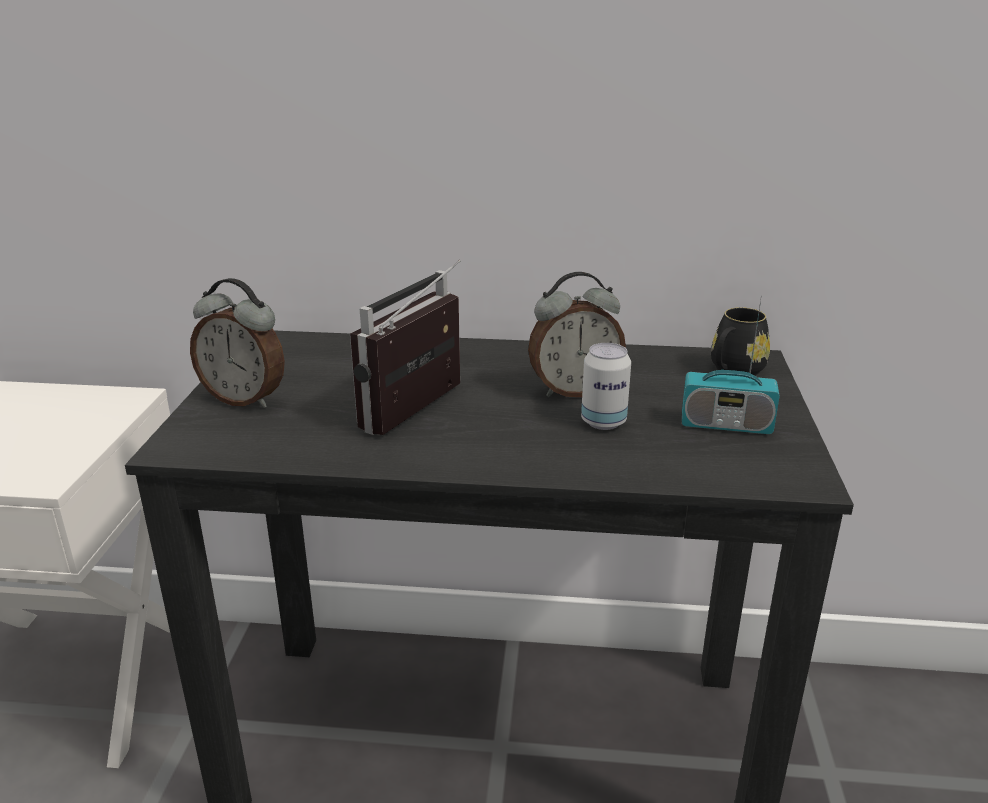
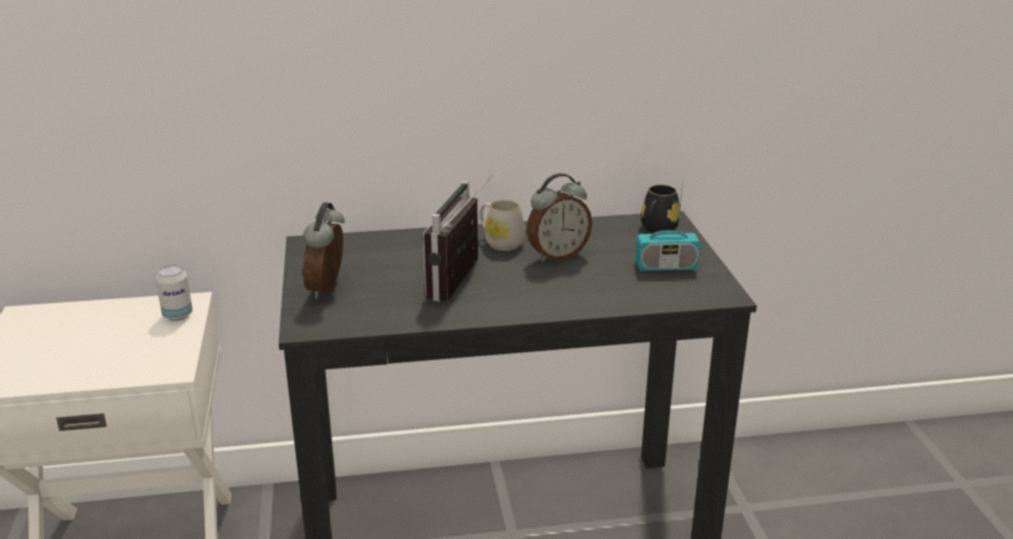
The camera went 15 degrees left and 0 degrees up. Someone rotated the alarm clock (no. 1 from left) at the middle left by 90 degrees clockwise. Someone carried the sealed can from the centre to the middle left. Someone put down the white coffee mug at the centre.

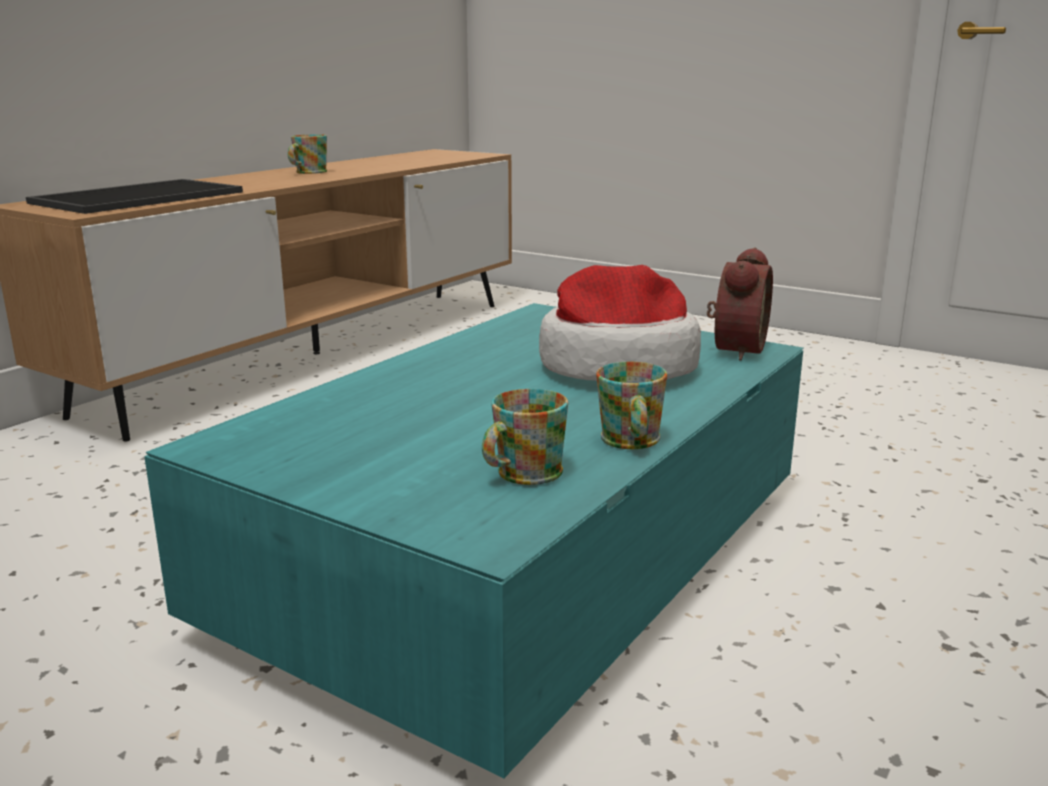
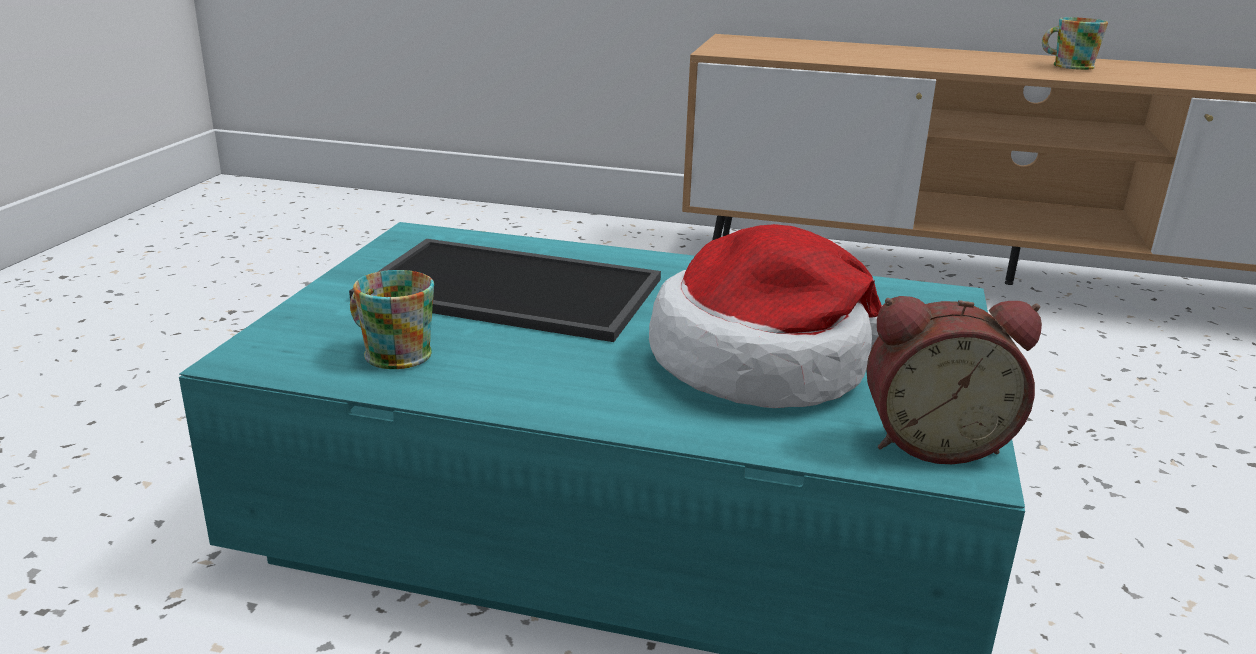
The camera went 70 degrees right and 5 degrees up. Someone carried the carrying tray from the top left to the centre. Someone took away the coffee mug (no. 3 from left) at the centre.

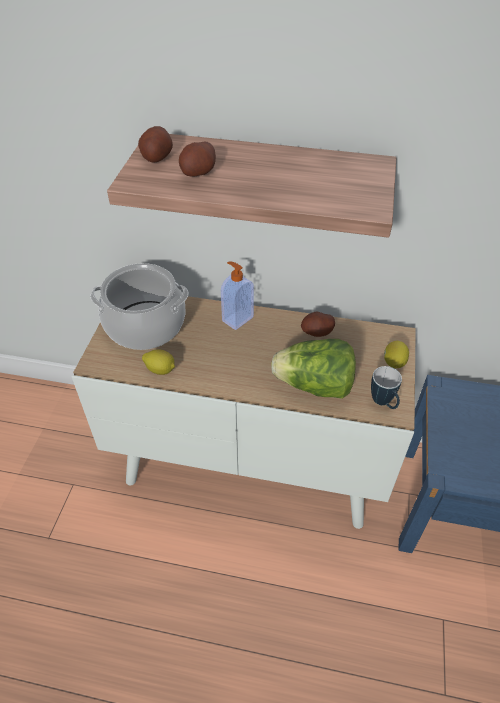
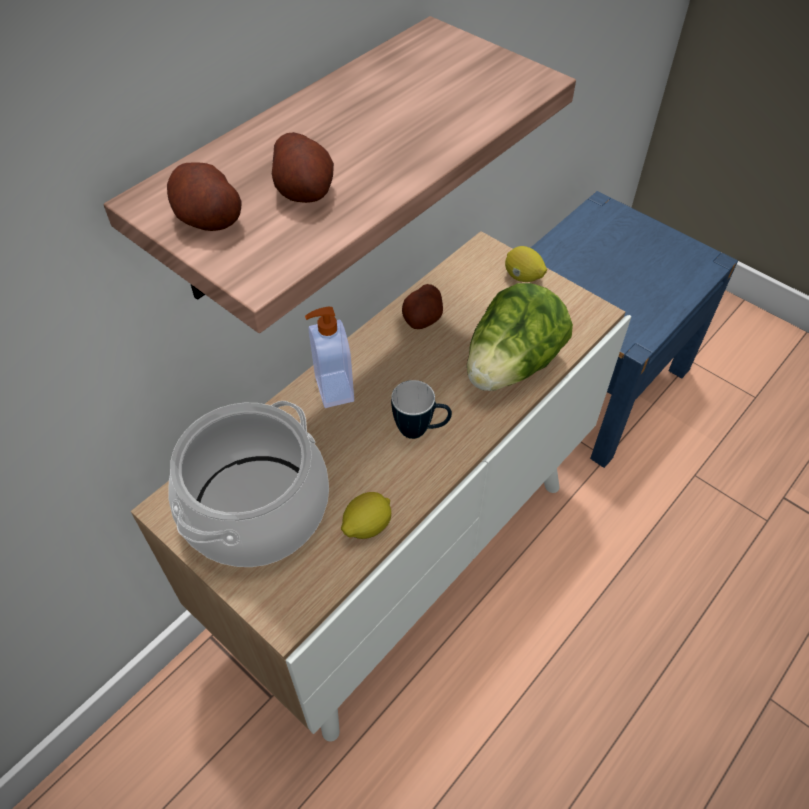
The camera went 60 degrees left and 5 degrees up. Someone carried the coffee mug from the middle right to the centre.

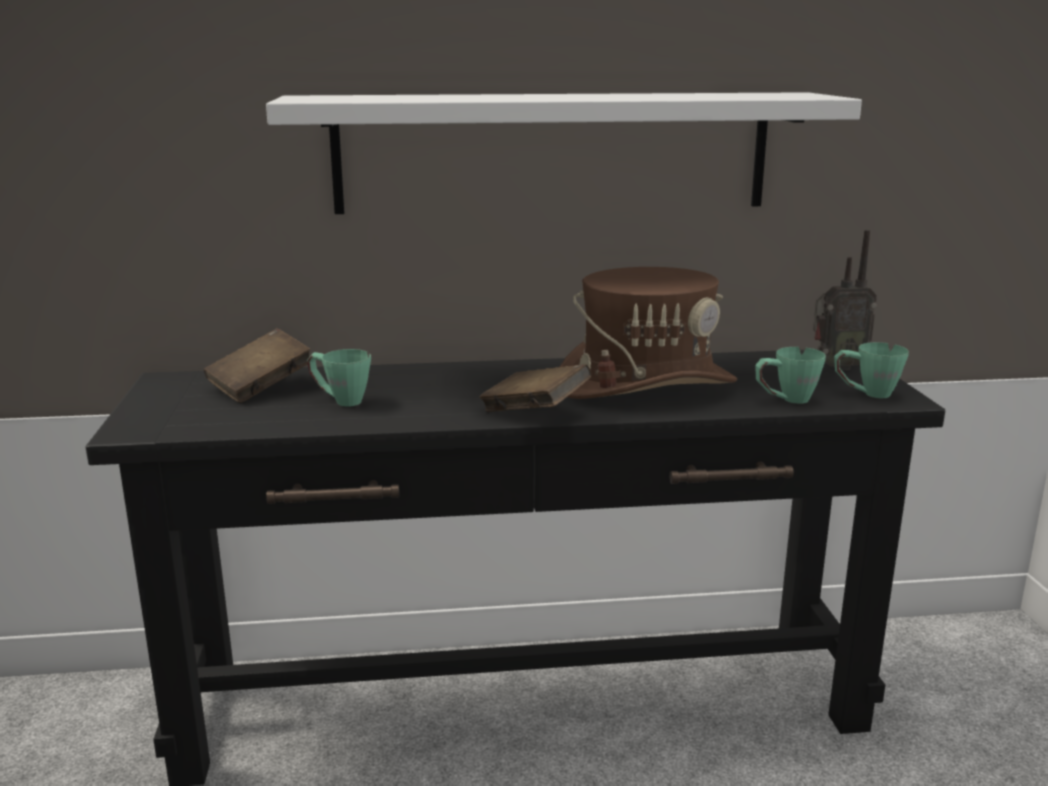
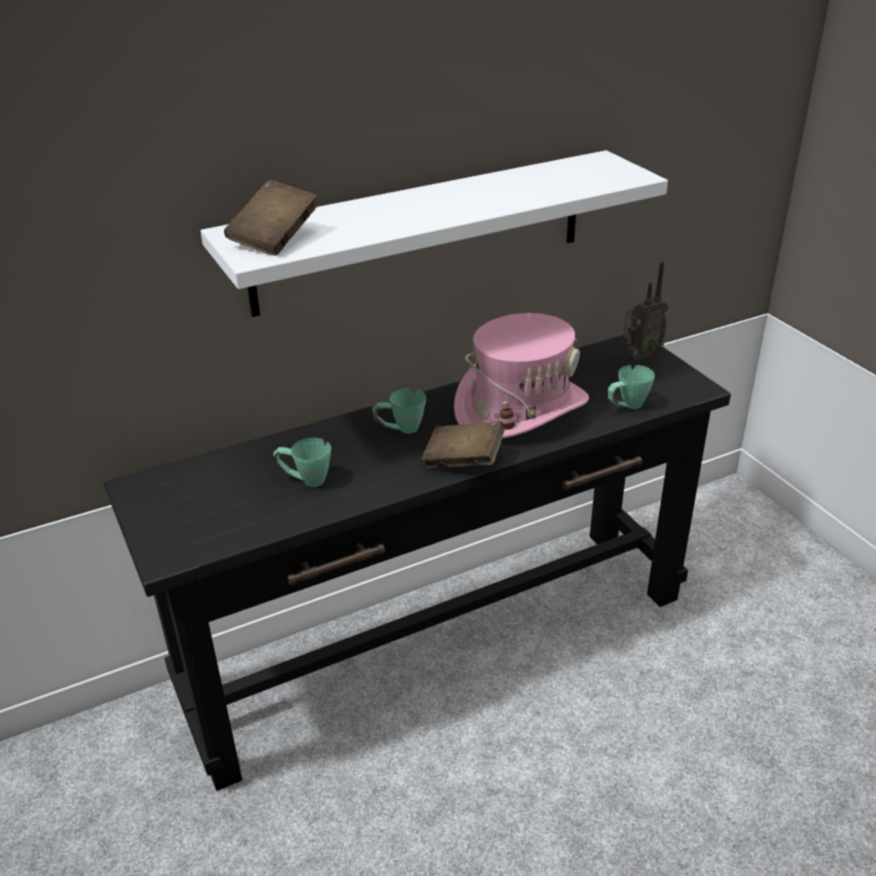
The camera went 20 degrees left and 15 degrees up. Someone carried the brownish bound book (no. 1 from left) from the middle left to the top left. Someone repainted the brownish wearable hat at the centre, which became the pink-coloured wearable hat at the centre. Someone carried the green coffee mug (no. 3 from left in the first image) from the middle right to the centre.

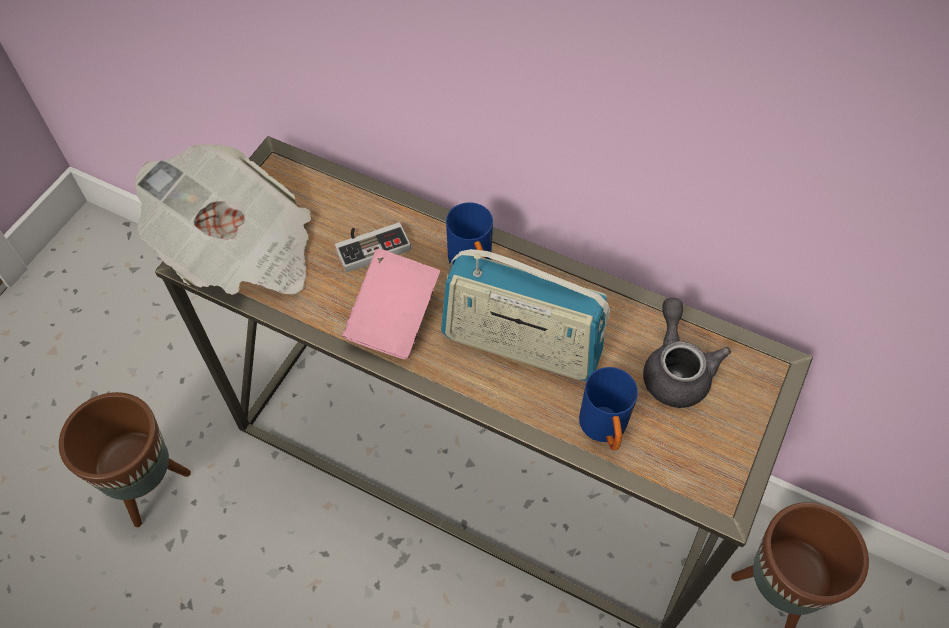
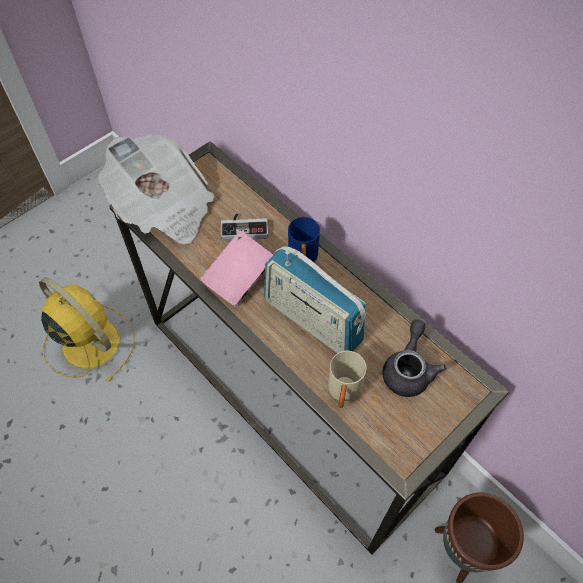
The camera went 20 degrees right and 0 degrees up. Someone swapped the brownish plant pot (no. 1 from left) at the bottom left for the yellow-coloured fan at the middle left. Someone repainted the bluish coffee mug (no. 2 from left) at the centre, which became the beige-coloured coffee mug at the centre.

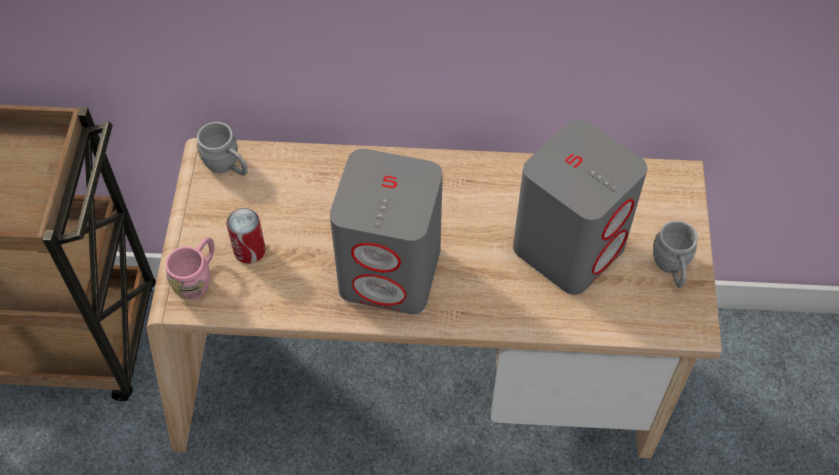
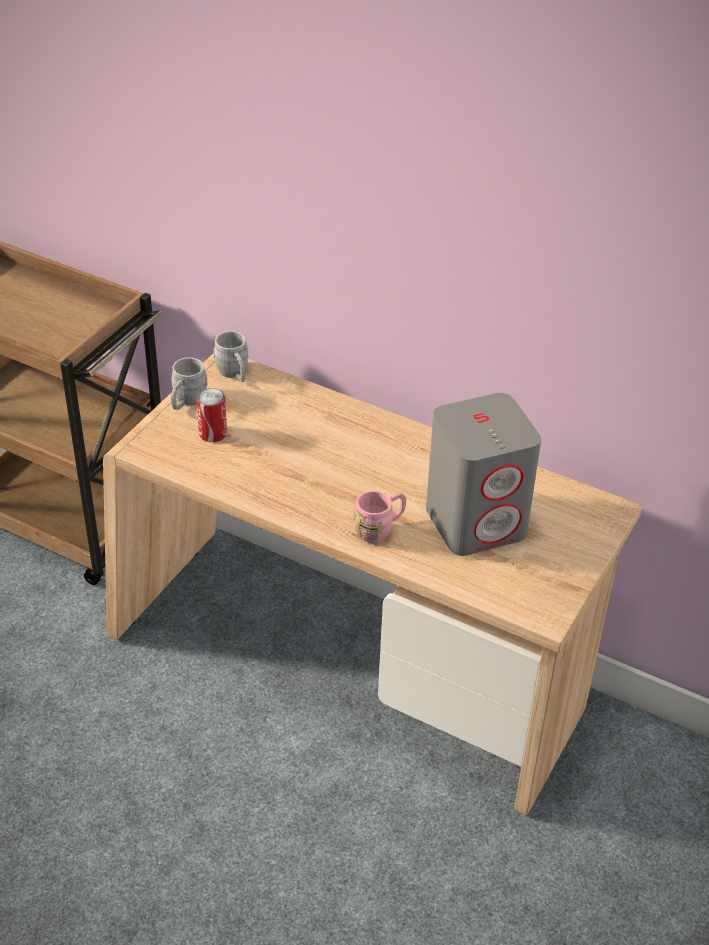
The camera went 25 degrees right and 15 degrees down. Someone carried the pink-coloured coffee mug from the middle left to the centre. Someone took away the greyish loudspeaker (no. 1 from left) at the centre. Someone carried the greyish coffee mug (no. 2 from left in the first image) from the middle right to the middle left.

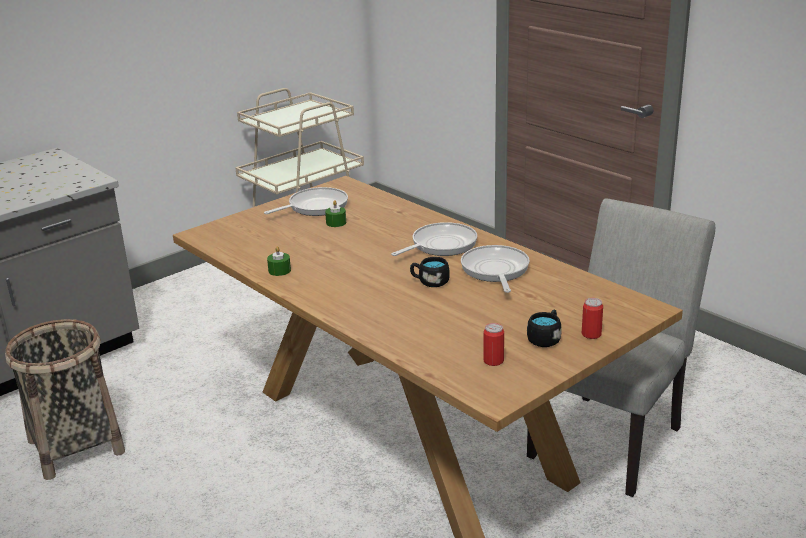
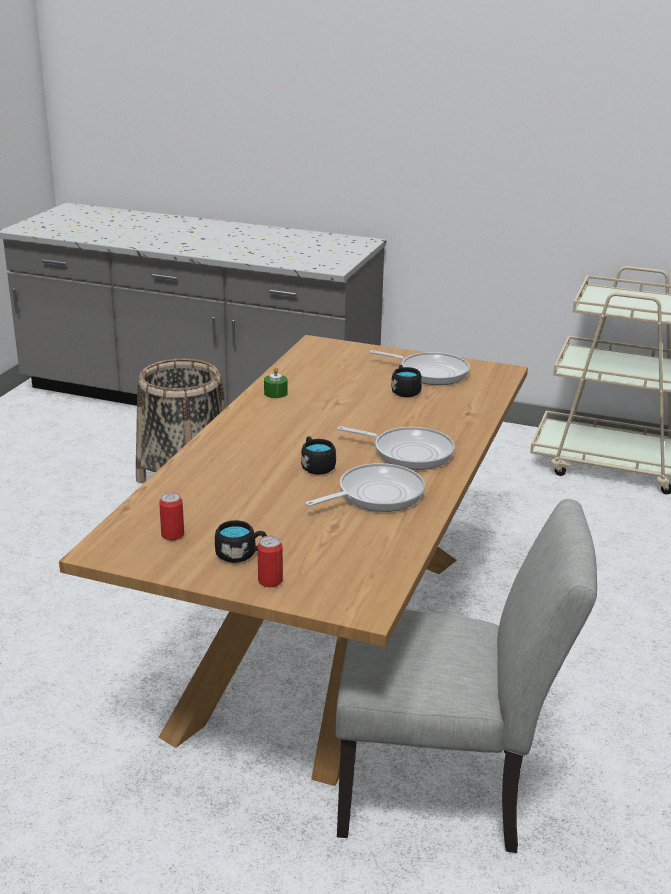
The camera went 60 degrees right and 0 degrees up. Someone swapped the green wax candle (no. 2 from left) at the centre for the blackish coffee mug (no. 3 from left) at the centre.

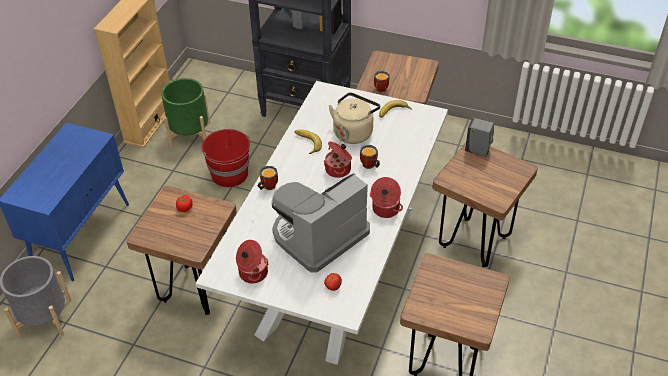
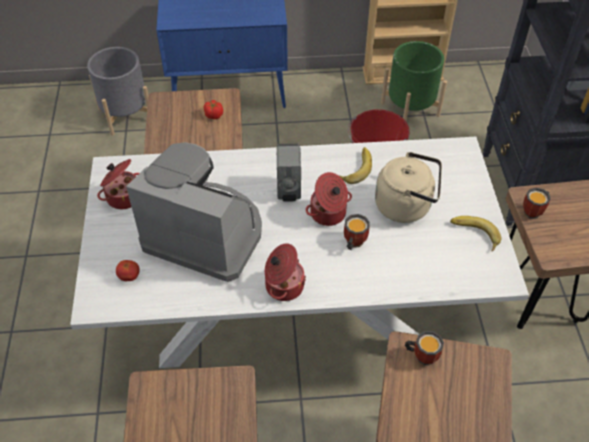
The camera went 65 degrees right and 5 degrees up. Someone carried the coffee mug (no. 1 from left in the first image) from the centre to the bottom right. Someone carried the greyish soap dispenser from the middle right to the centre.

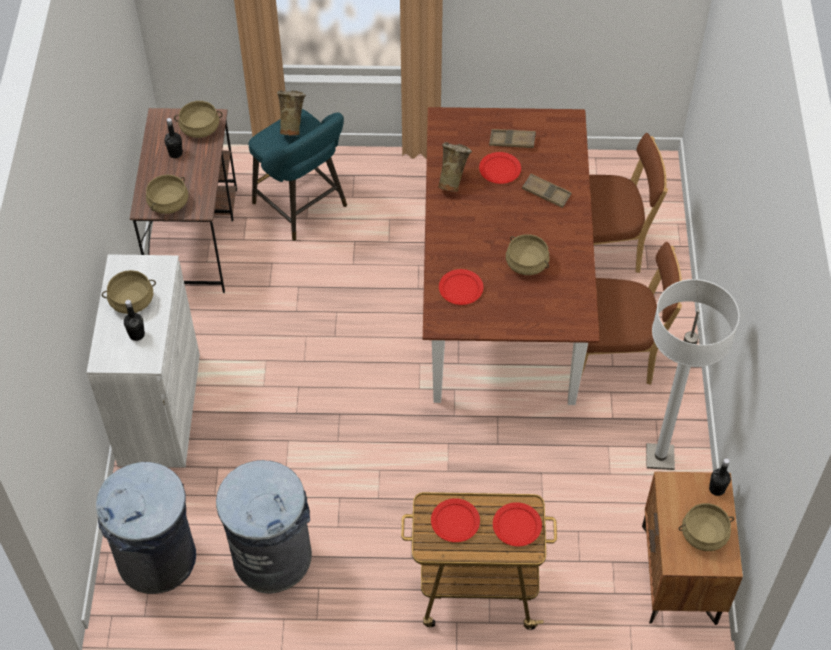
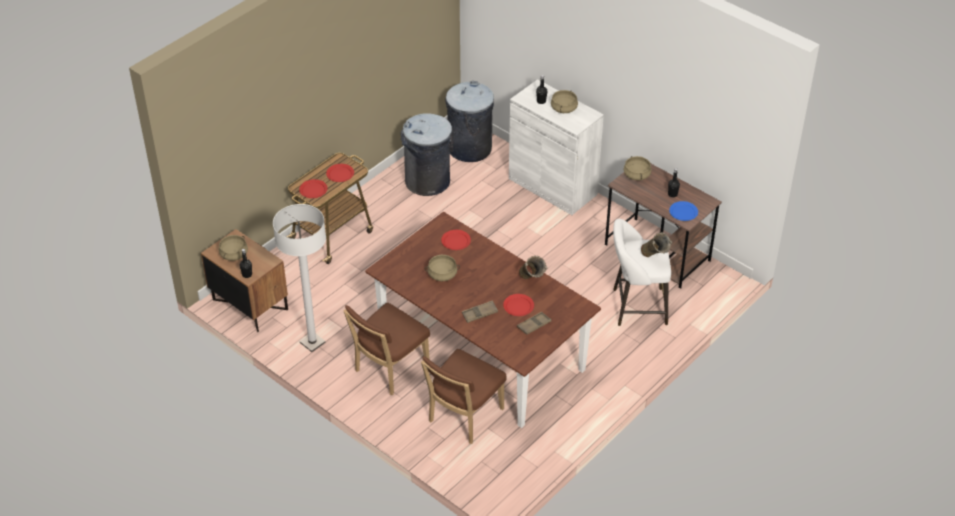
The camera went 130 degrees right and 10 degrees down. Someone swapped the beige-coloured saucepot (no. 3 from left) at the top left for the bluish dinner plate at the middle right. Someone repainted the blue-green sitting stool at the top centre, which became the white sitting stool at the middle right.

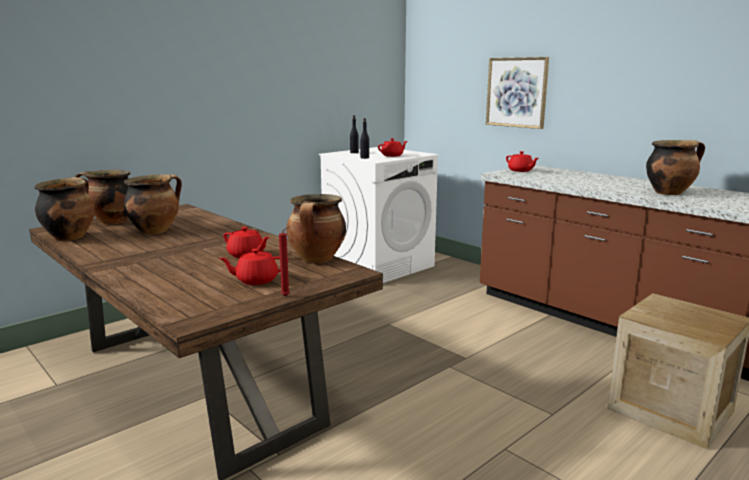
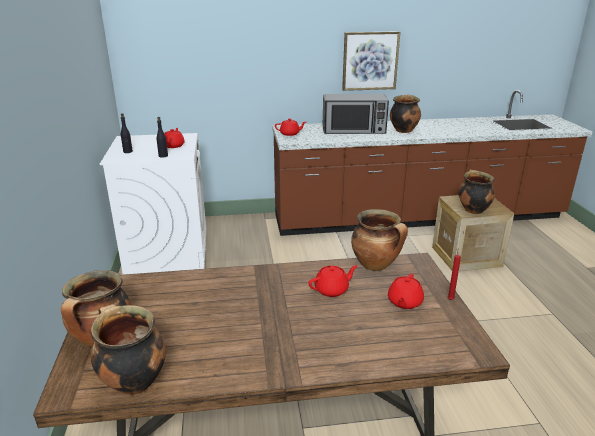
The camera went 55 degrees left and 10 degrees up. Someone carried the saucepot (no. 3 from left in the first image) from the middle left to the middle right. Someone carried the wall picture from the top right to the top centre. Someone put down the microwave at the top centre.

